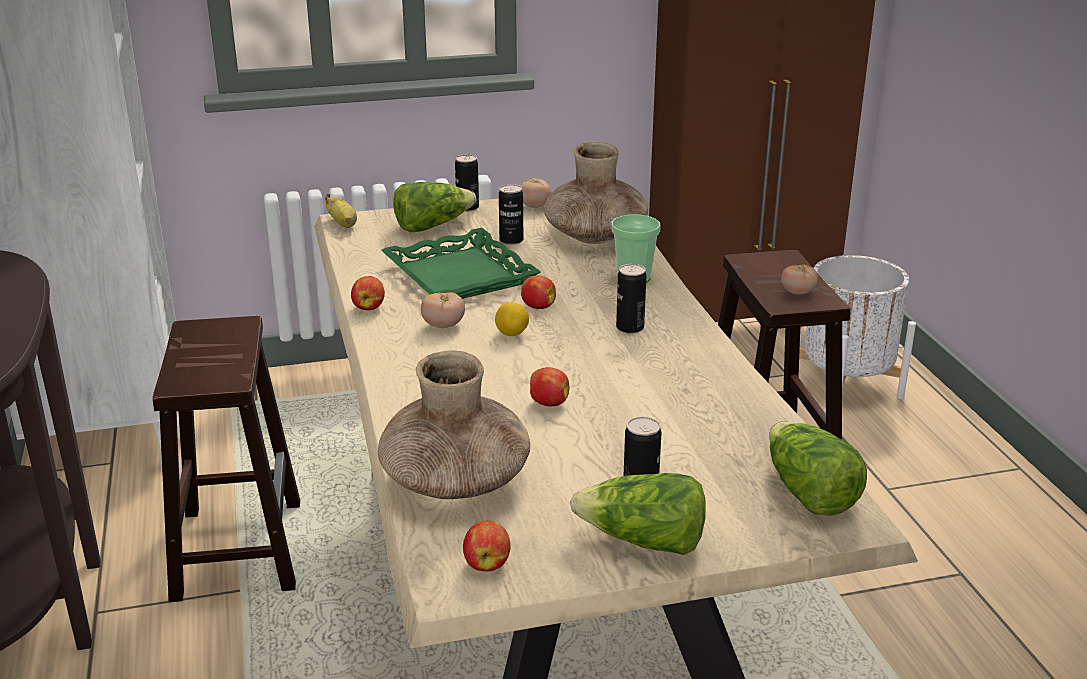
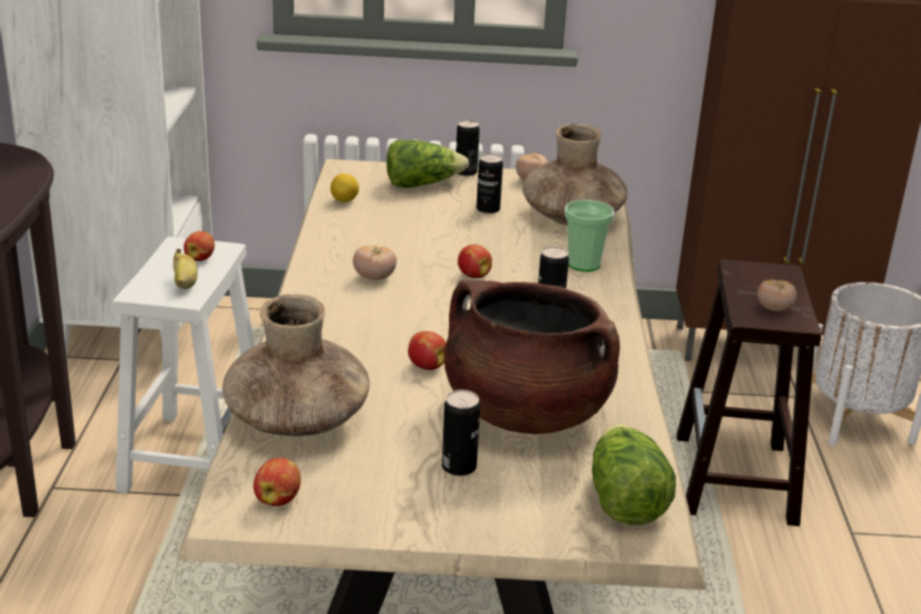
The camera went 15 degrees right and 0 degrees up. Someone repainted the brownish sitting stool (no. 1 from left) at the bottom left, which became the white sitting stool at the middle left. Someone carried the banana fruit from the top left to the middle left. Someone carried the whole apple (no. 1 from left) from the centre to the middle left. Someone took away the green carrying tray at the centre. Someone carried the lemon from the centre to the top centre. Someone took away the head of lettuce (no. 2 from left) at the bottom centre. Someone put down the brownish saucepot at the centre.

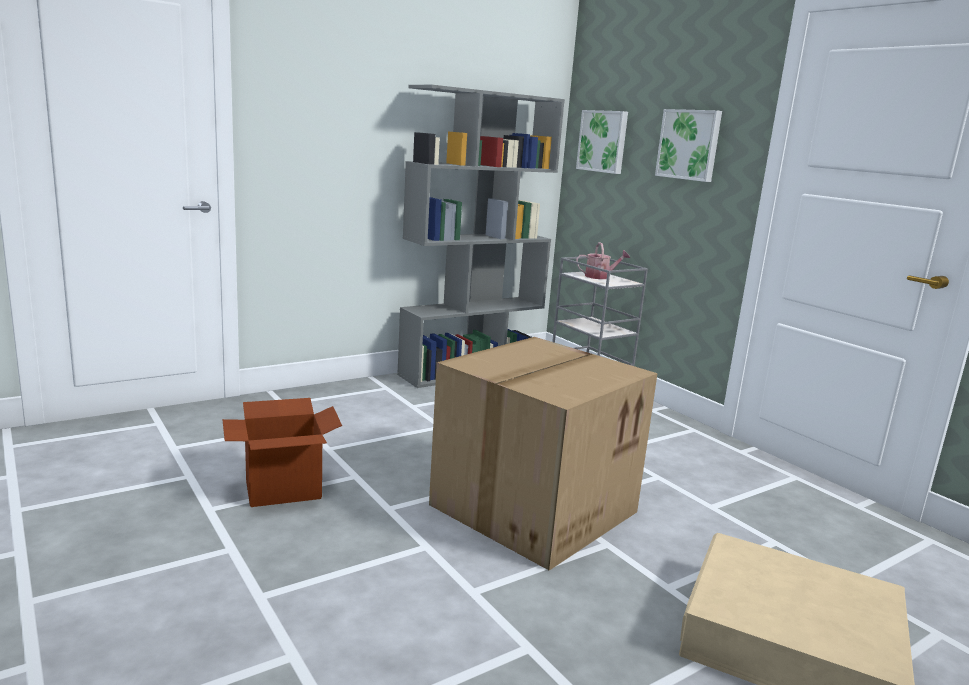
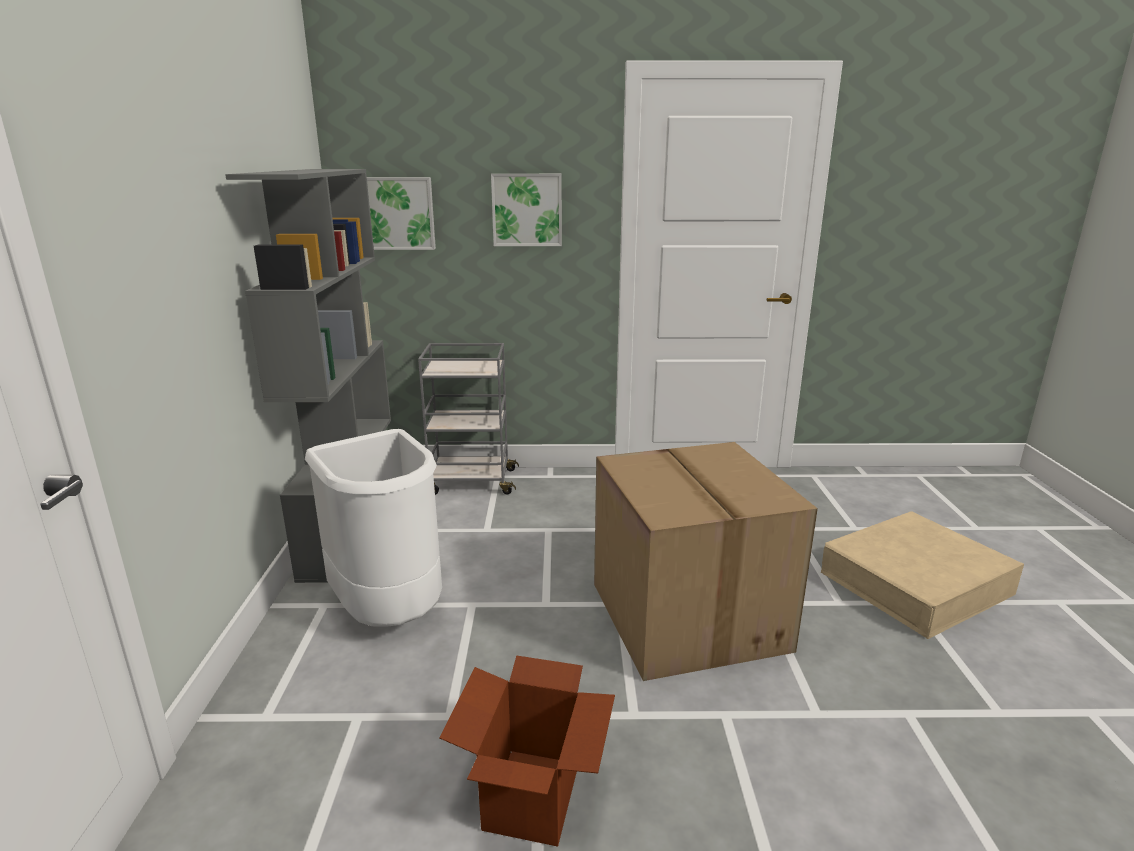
The camera went 55 degrees left and 5 degrees up. Someone took away the watering pot at the centre. Someone put down the white waste bin at the middle left.

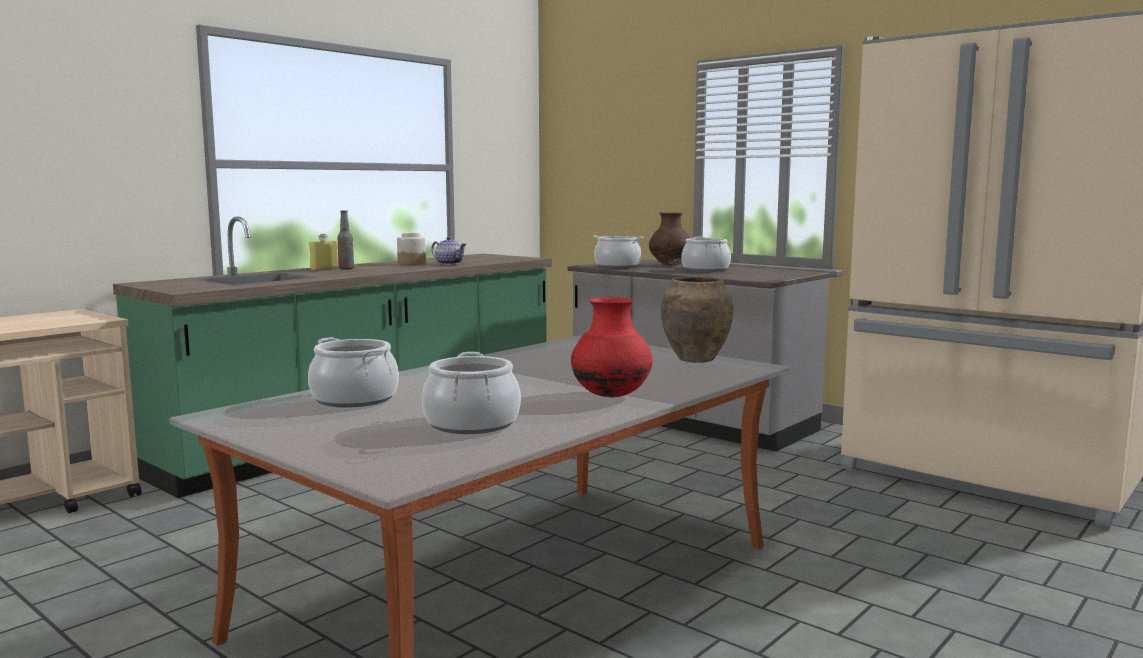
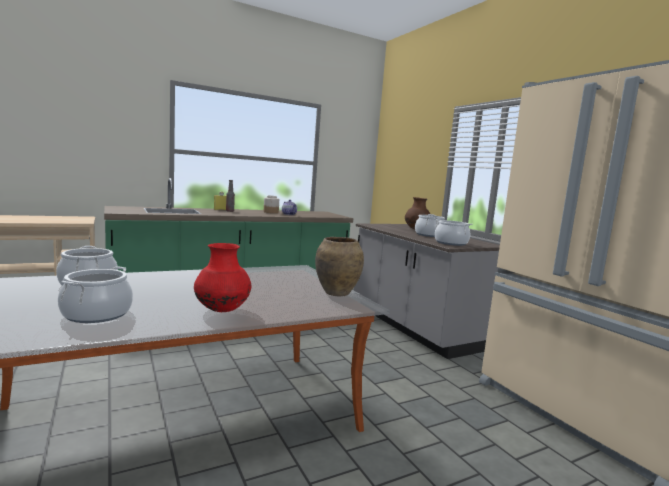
The camera went 20 degrees right and 0 degrees up. Someone carried the saucepot (no. 3 from left in the first image) from the centre to the middle right.

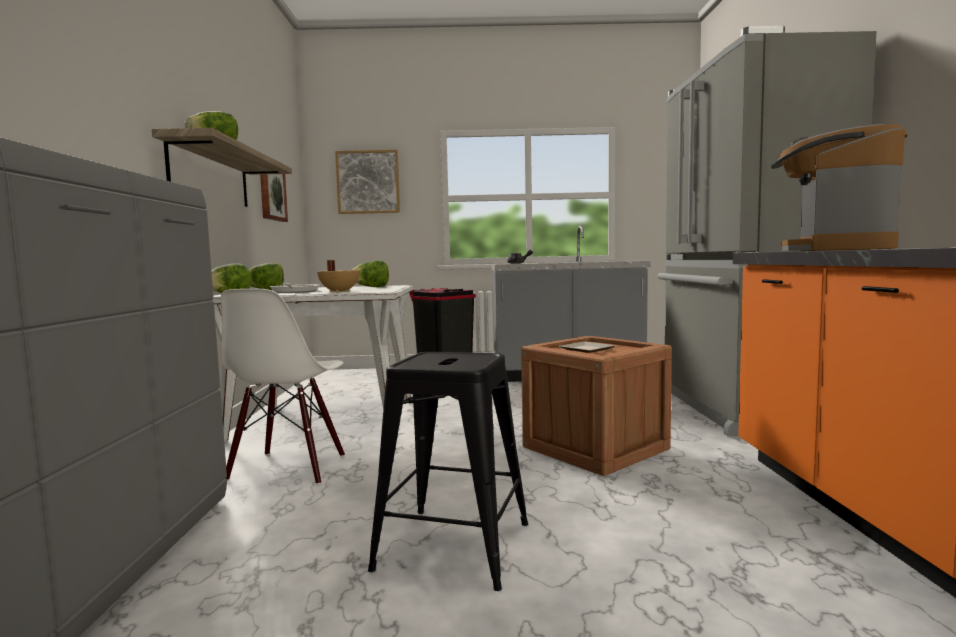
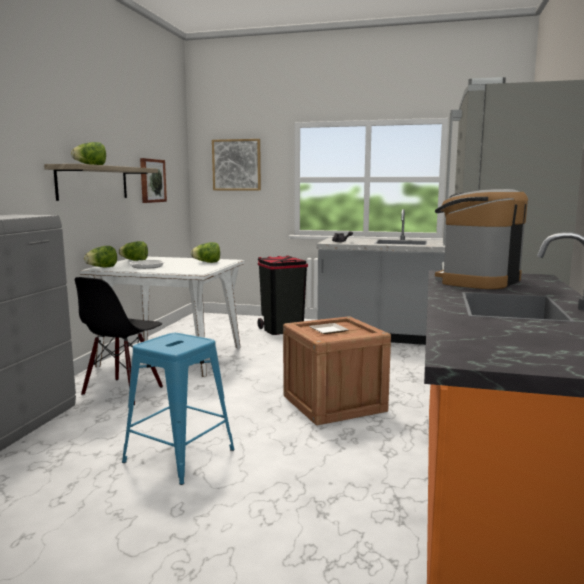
The camera went 15 degrees right and 5 degrees up. Someone repainted the white upright chair at the middle left, which became the blackish upright chair at the middle left. Someone took away the beige-coloured saucepot at the centre. Someone repainted the blackish sitting stool at the bottom centre, which became the bluish sitting stool at the bottom left.

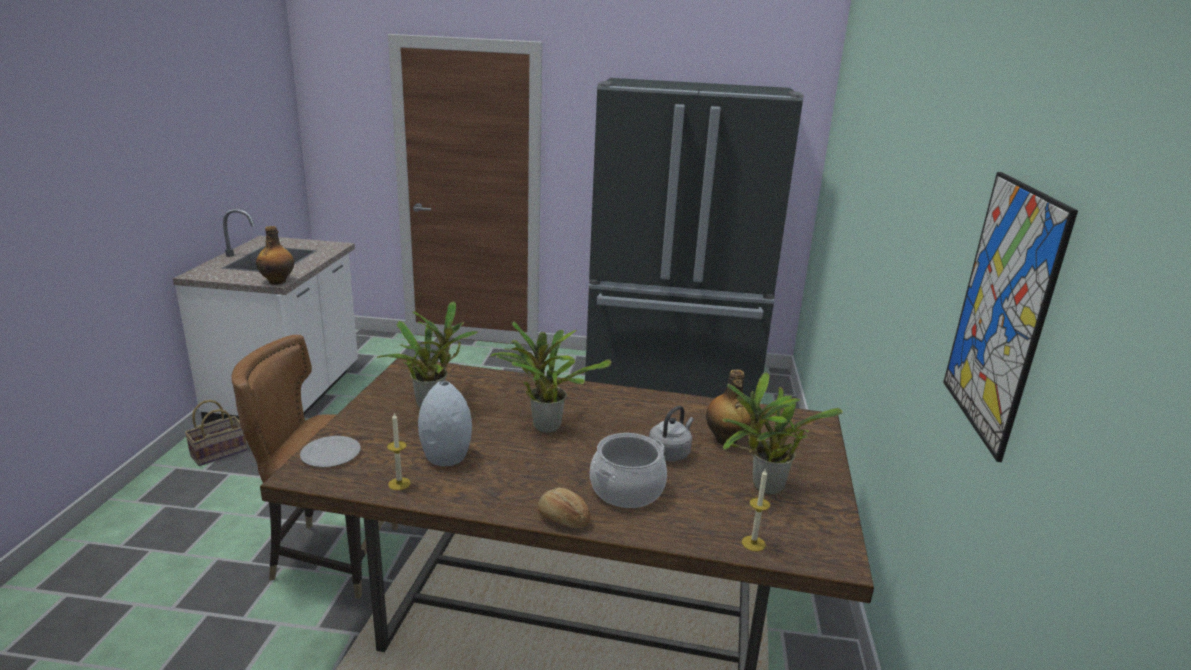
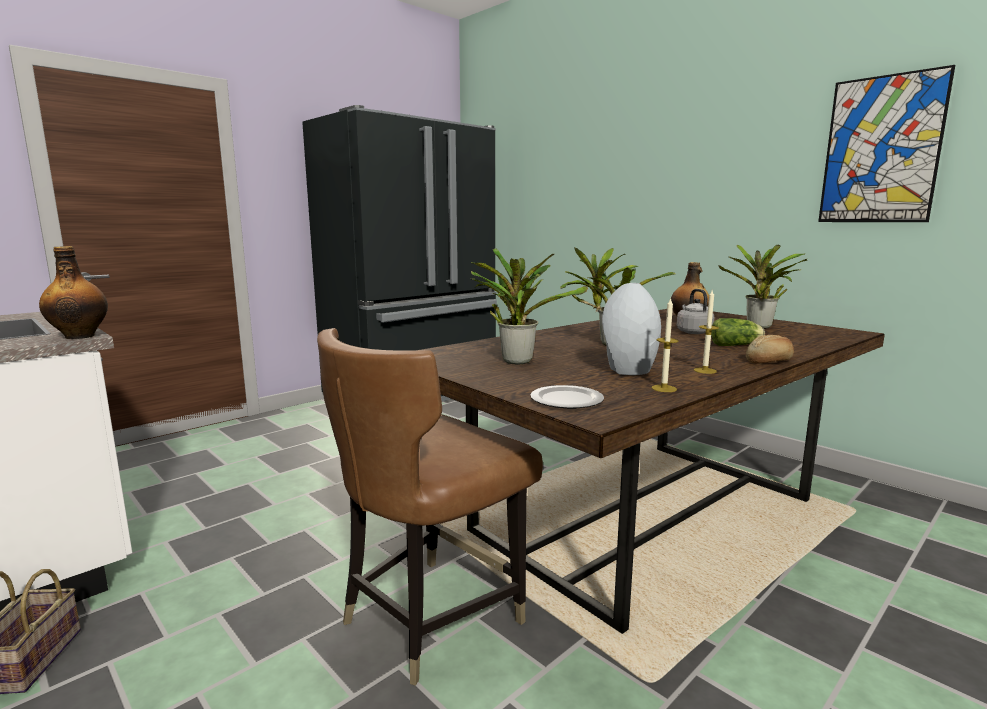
The camera went 50 degrees left and 10 degrees down. Someone swapped the saucepot at the bottom centre for the head of lettuce at the middle right. Someone carried the wax candle (no. 2 from left) from the bottom centre to the middle right.

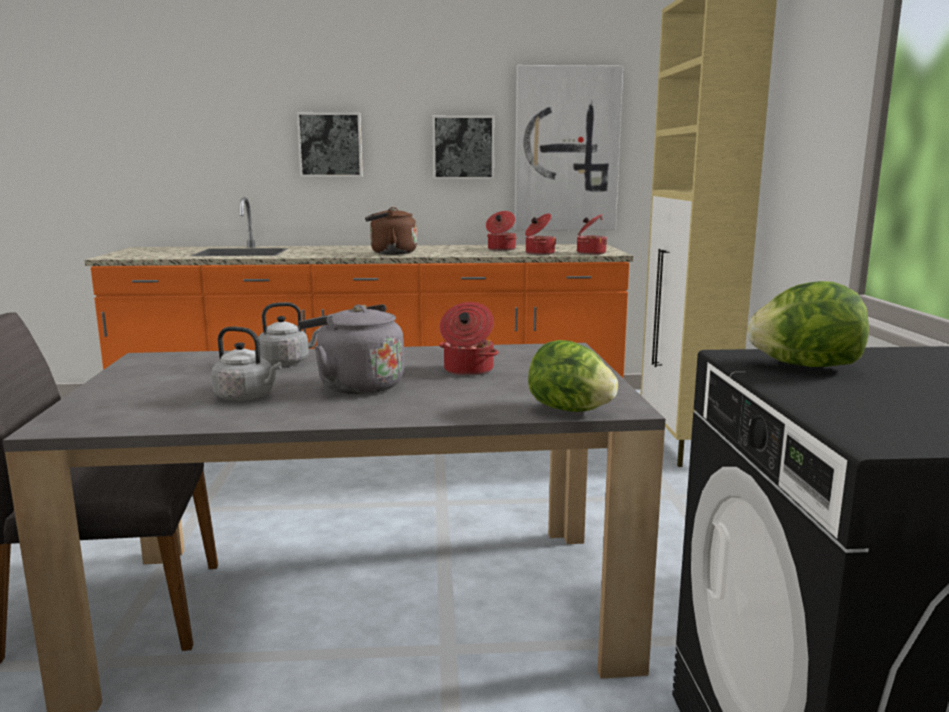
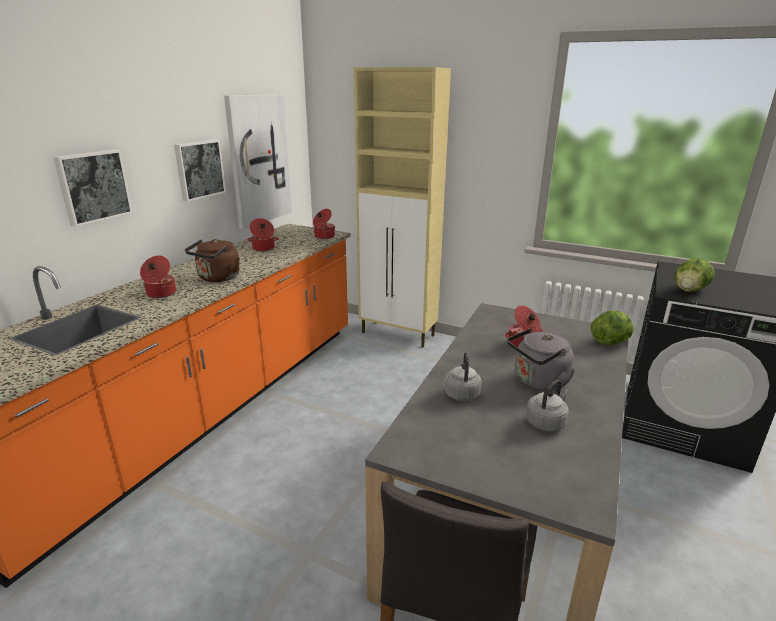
The camera went 60 degrees left and 10 degrees up. Someone carried the saucepot (no. 3 from left in the first image) from the top centre to the middle left.

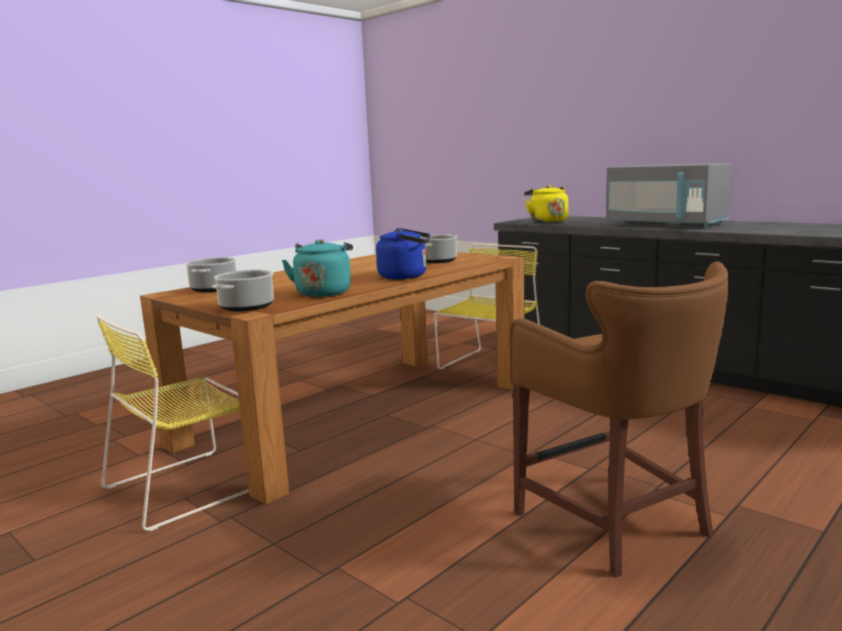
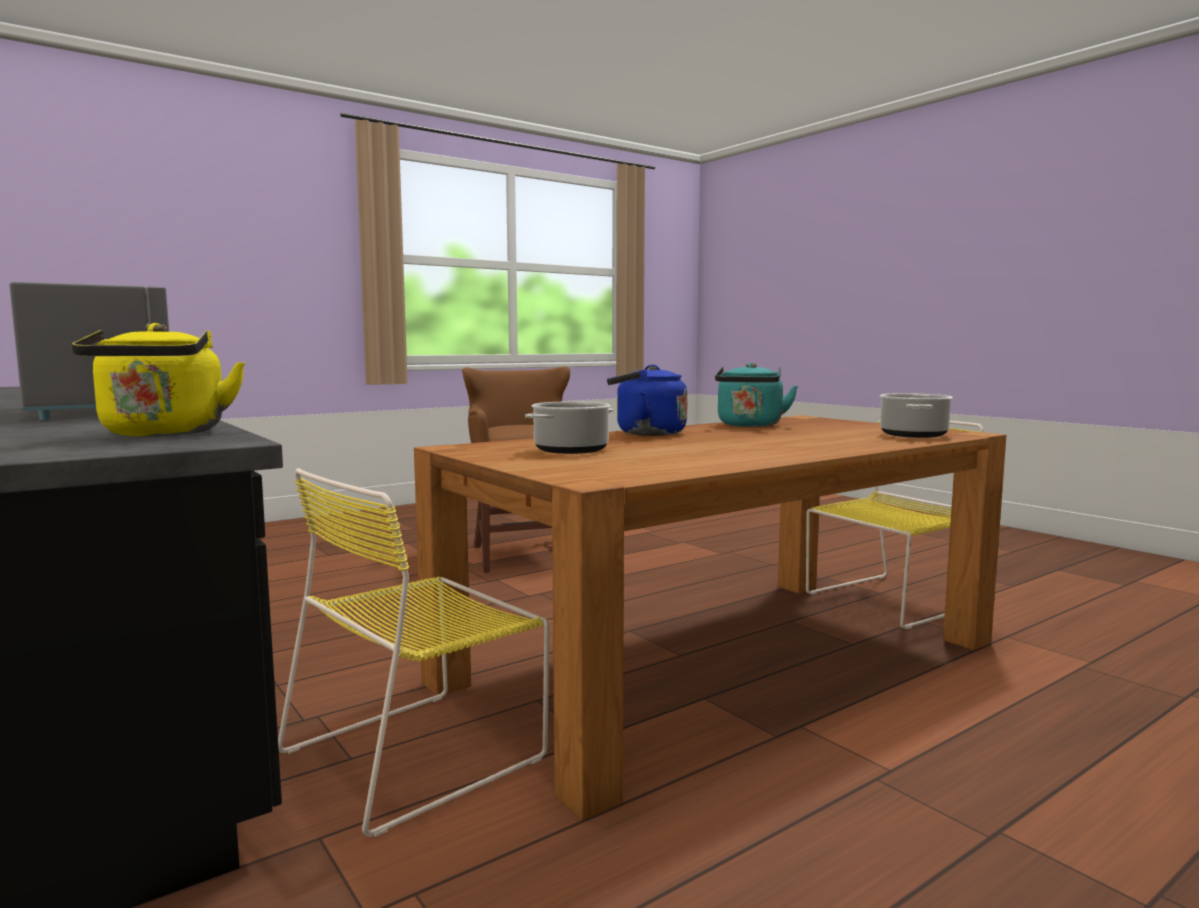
The camera went 170 degrees left and 5 degrees down. Someone took away the saucepot (no. 2 from left) at the middle left.

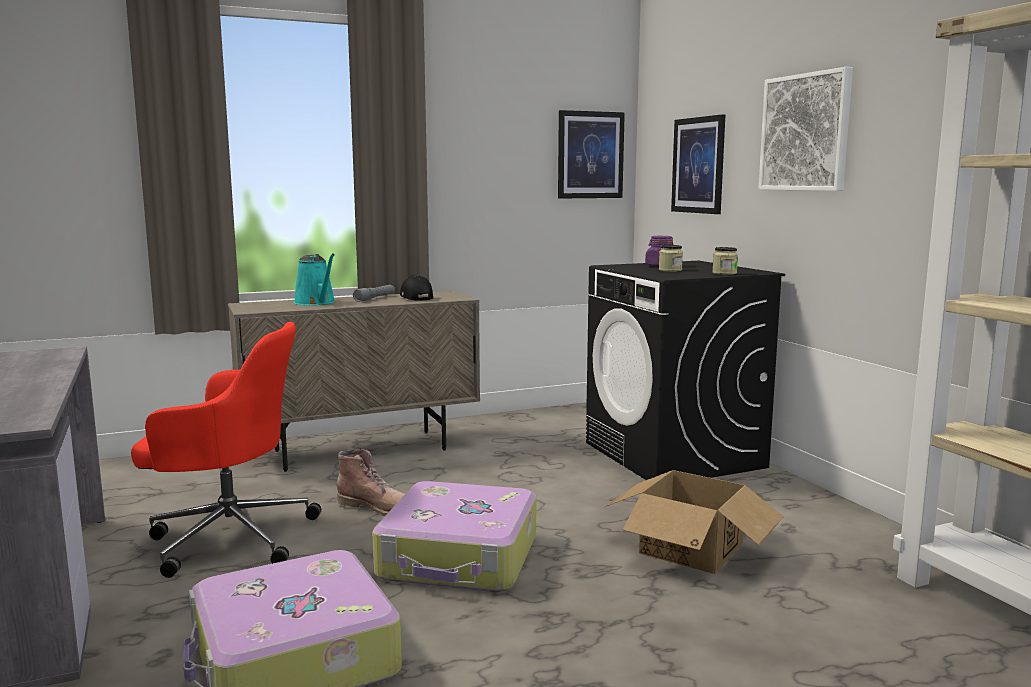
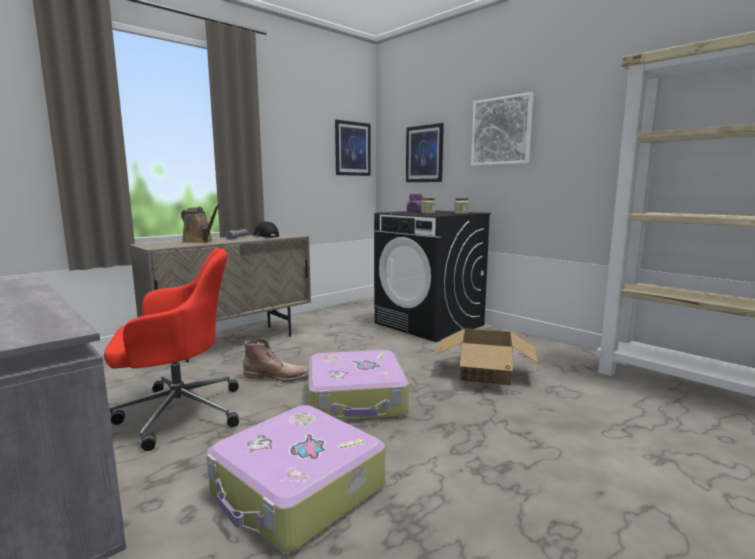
The camera went 20 degrees left and 0 degrees up. Someone repainted the blue-green watering pot at the middle left, which became the brownish watering pot at the middle left.

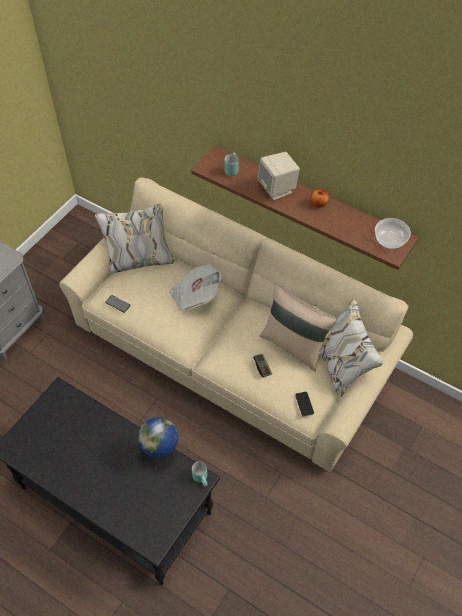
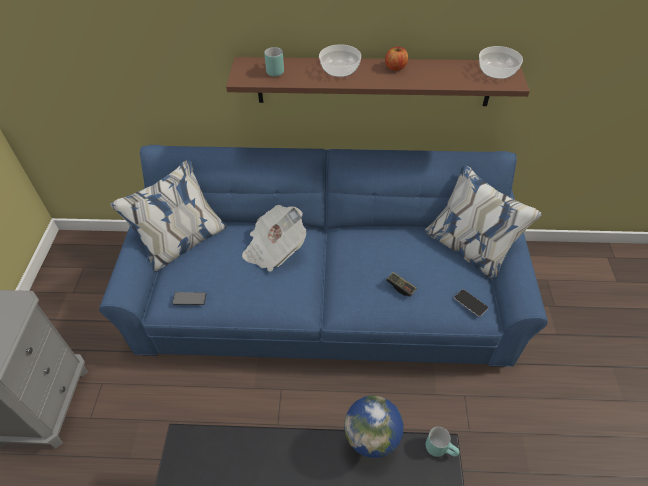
The camera went 30 degrees left and 5 degrees down. Someone repainted the beige-coloured couch at the centre, which became the bluish couch at the centre. Someone swapped the beige-coloured loudspeaker at the top centre for the serving bowl (no. 1 from left) at the top centre. Someone took away the beige-coloured pillow at the centre.

